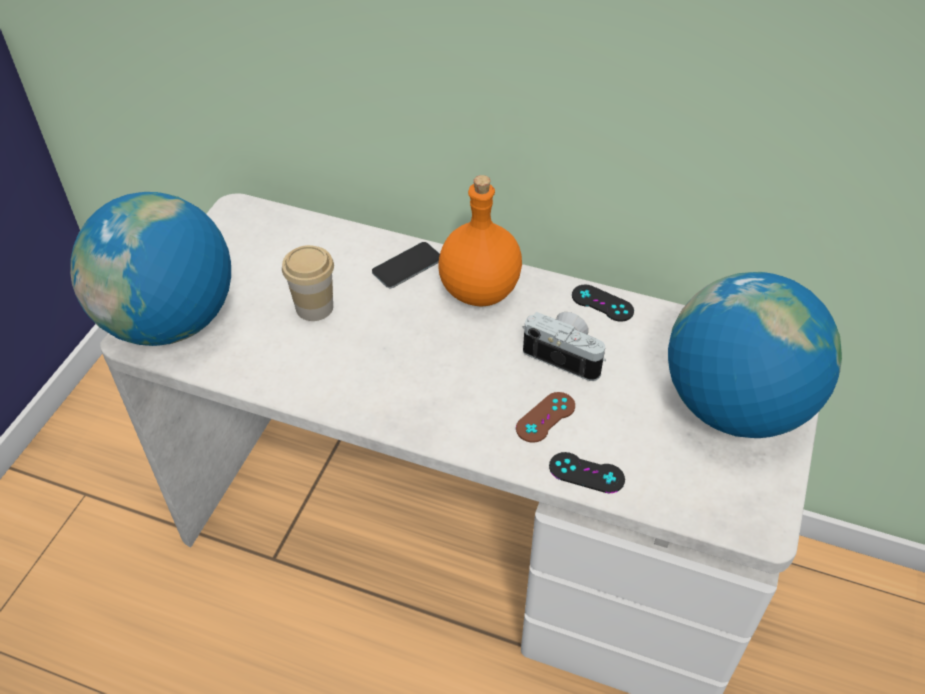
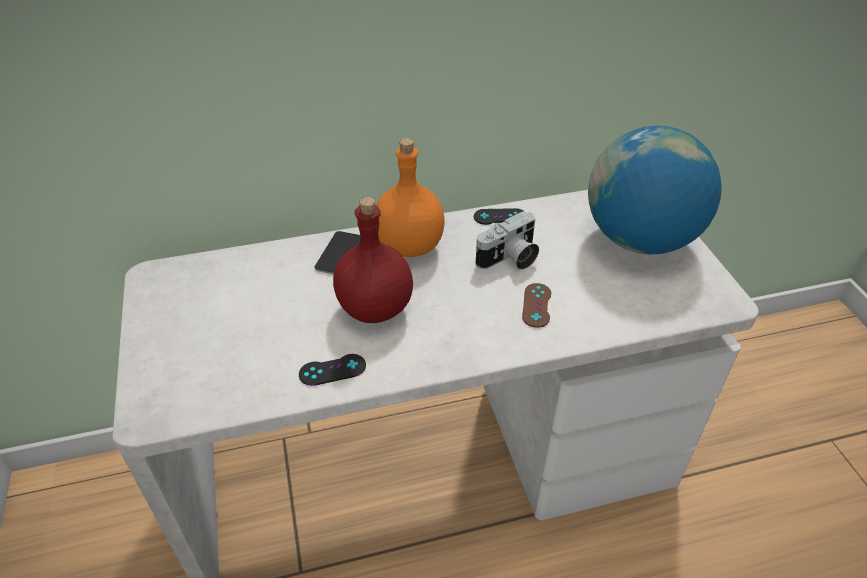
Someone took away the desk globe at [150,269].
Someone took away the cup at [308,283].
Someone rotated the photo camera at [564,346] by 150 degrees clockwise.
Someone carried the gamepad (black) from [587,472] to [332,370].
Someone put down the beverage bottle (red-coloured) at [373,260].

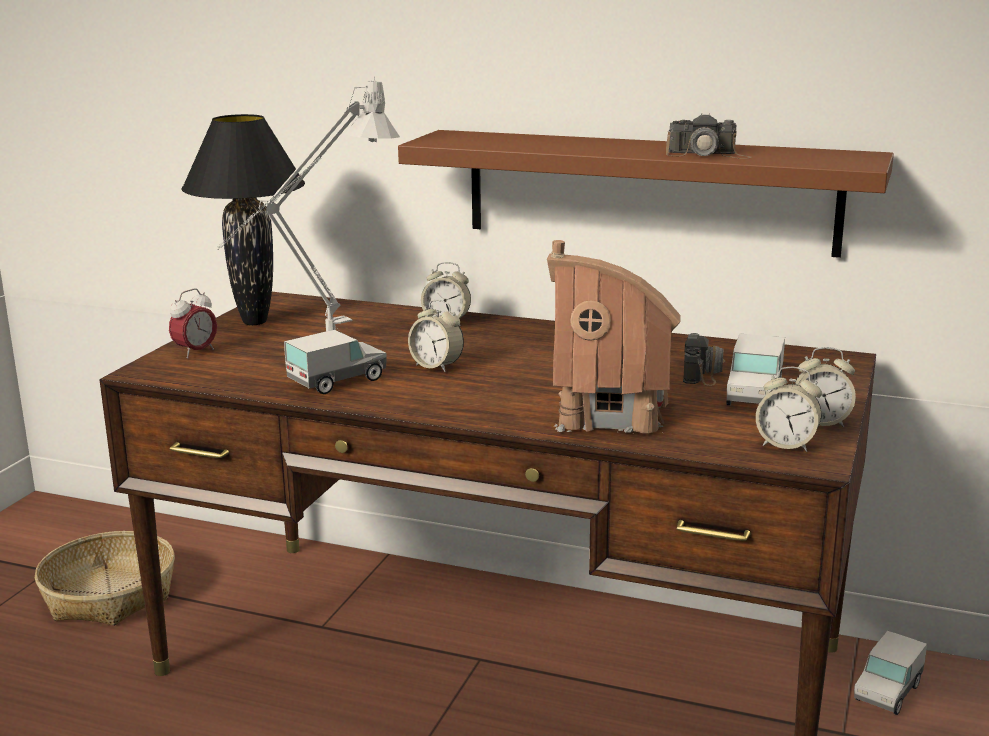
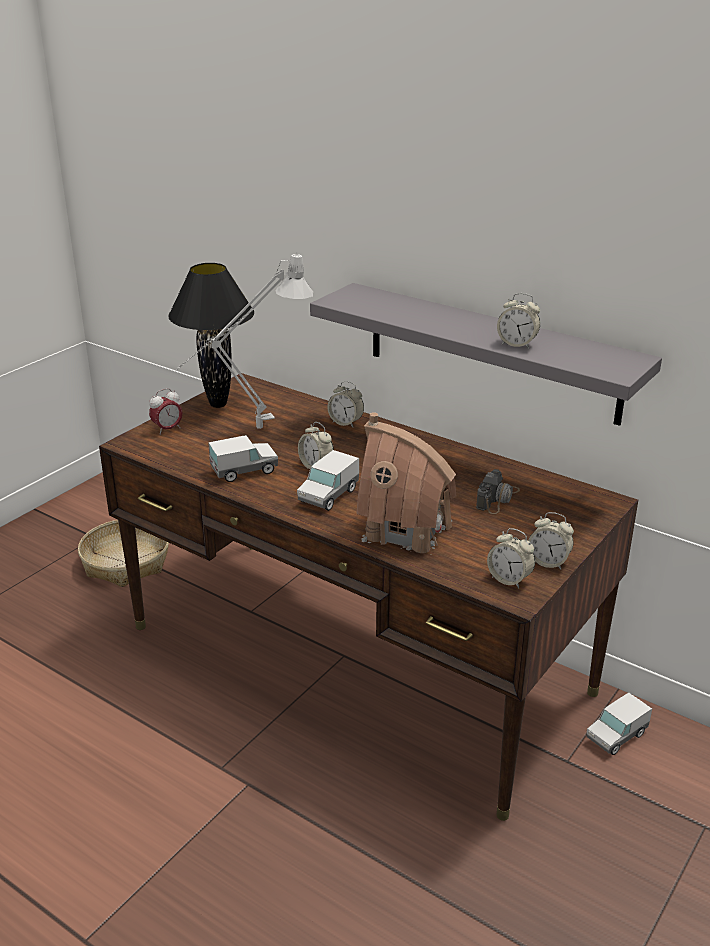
Someone repainted the bracket shelf (brown) at [646,194], which became the bracket shelf (greyish) at [486,354].
Someone swapped the photo camera at [708,136] for the table clock at [518,321].
Someone carried the toy lorry from [756,369] to [328,480].

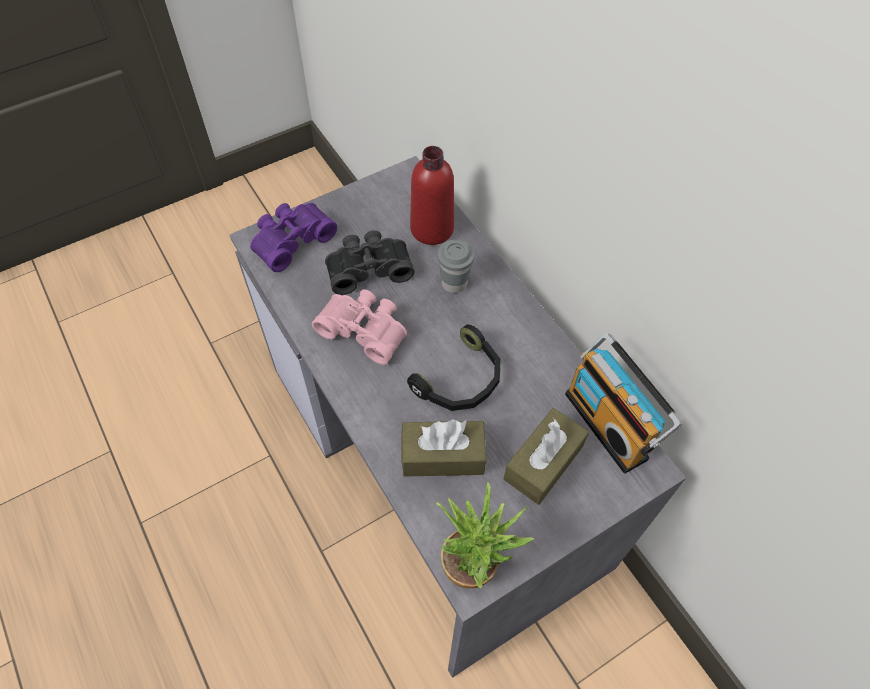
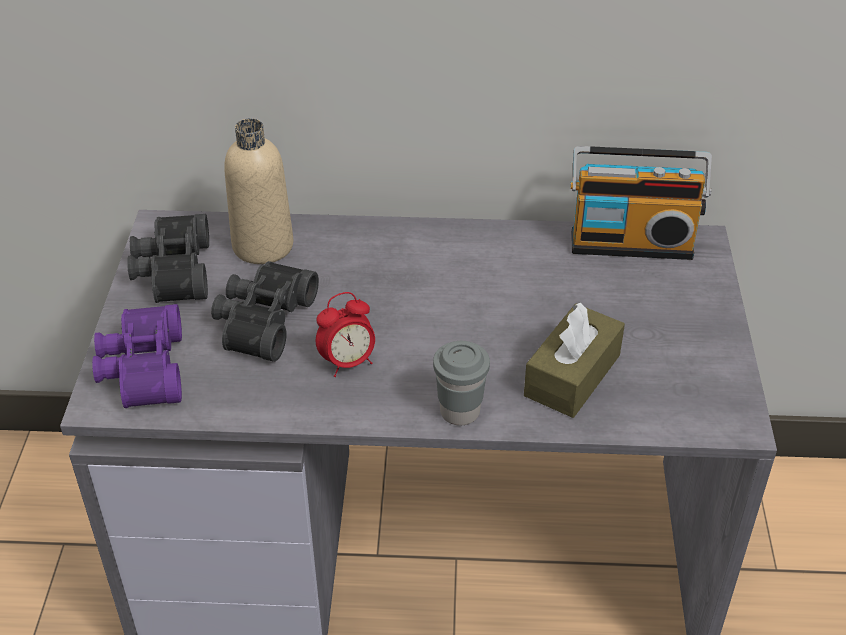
Someone swapped the pair of binoculars (pink-coloured) at [359,327] for the table clock at [345,334].
Someone took away the headset (black) at [453,367].
Someone repainted the beverage bottle (red-coloured) at [432,195], which became the beverage bottle (beige-coloured) at [258,191].
Someone took away the plant in a pot at [485,535].
Someone carried the cup (greyish) from [456,266] to [461,383].
Someone took away the box of tissues (brown) at [546,456].
Someone put down the pair of binoculars (black) at [168,258].

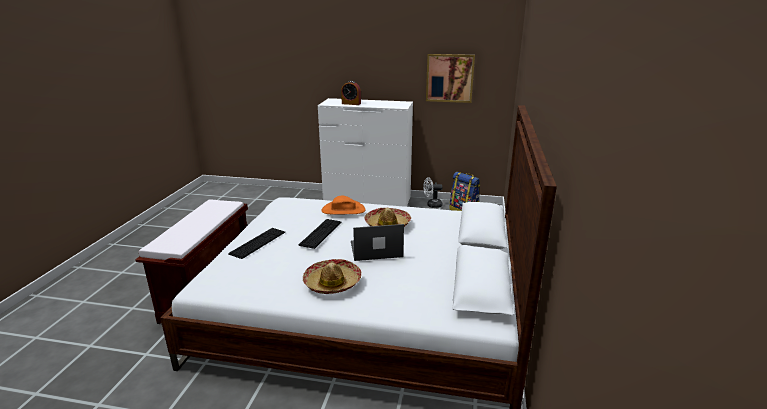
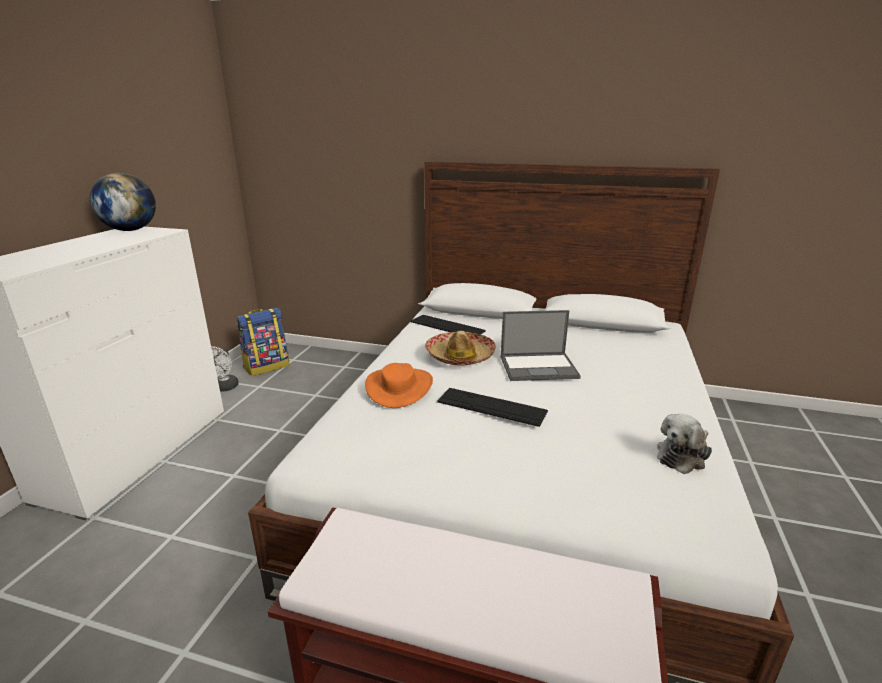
Someone carried the PC keyboard from [256,243] to [448,324].
Someone took away the wearable hat at [332,276].
Someone took away the table clock at [351,93].
Someone rotated the laptop at [377,242] by 90 degrees counterclockwise.
Someone took away the picture at [450,78].
Someone put down the desk globe at [123,202].
Someone put down the plush toy at [684,444].

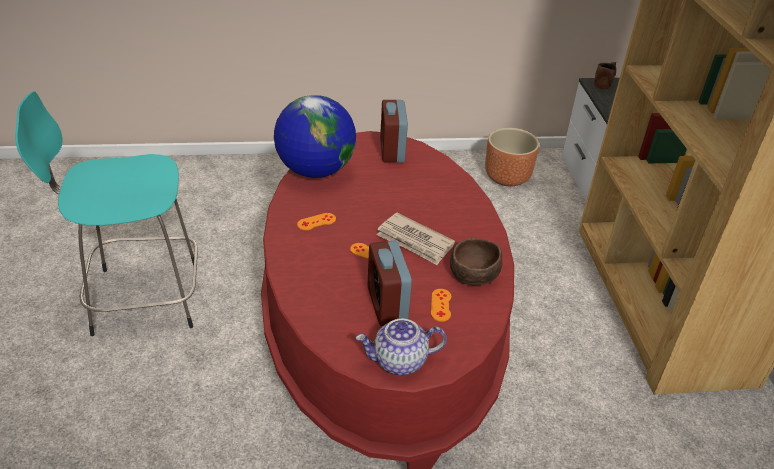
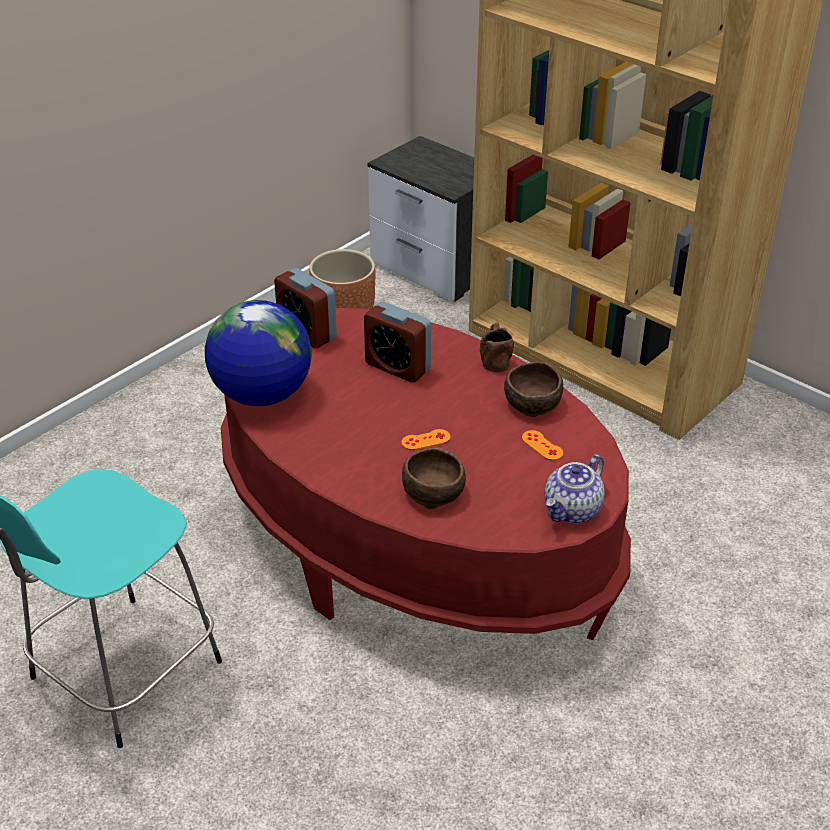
Someone took away the gamepad (orange-coloured) at [316,221].
Someone carried the table clock from [390,283] to [397,342].
Someone took away the newspaper at [415,239].
Someone carried the tea mug (brown) from [605,76] to [497,347].
Someone put down the deep dish (brown) at [434,478].

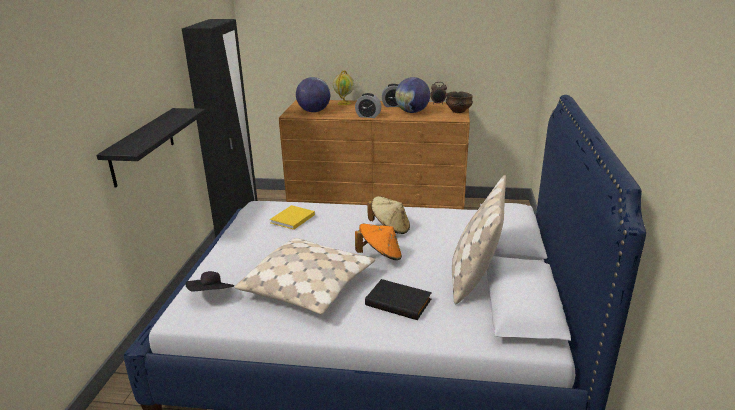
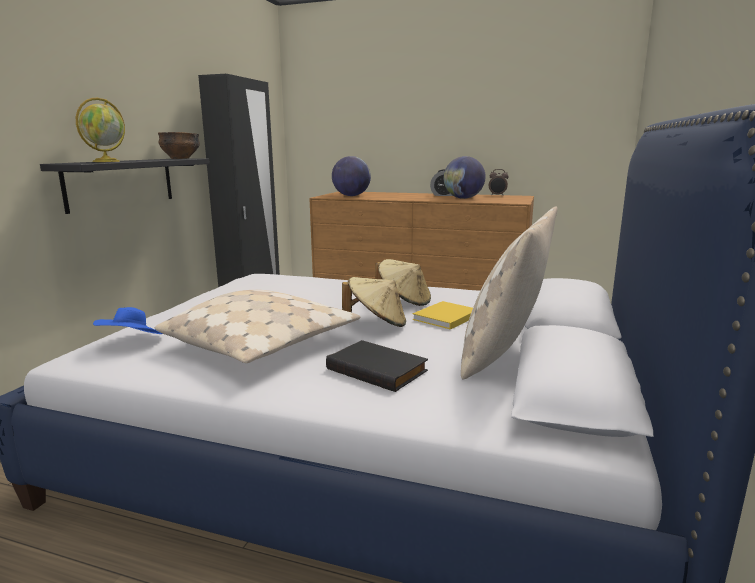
Someone repainted the wearable hat (black) at [209,281], which became the wearable hat (bluish) at [128,320].
Someone carried the book (yellow) from [292,217] to [442,315].
Someone carried the desk globe from [343,87] to [100,129].
Someone took away the table clock at [368,105].
Someone repainted the wearable hat (orange-coloured) at [378,242], which became the wearable hat (beige-coloured) at [374,302].
Someone carried the deep dish from [459,102] to [179,145].

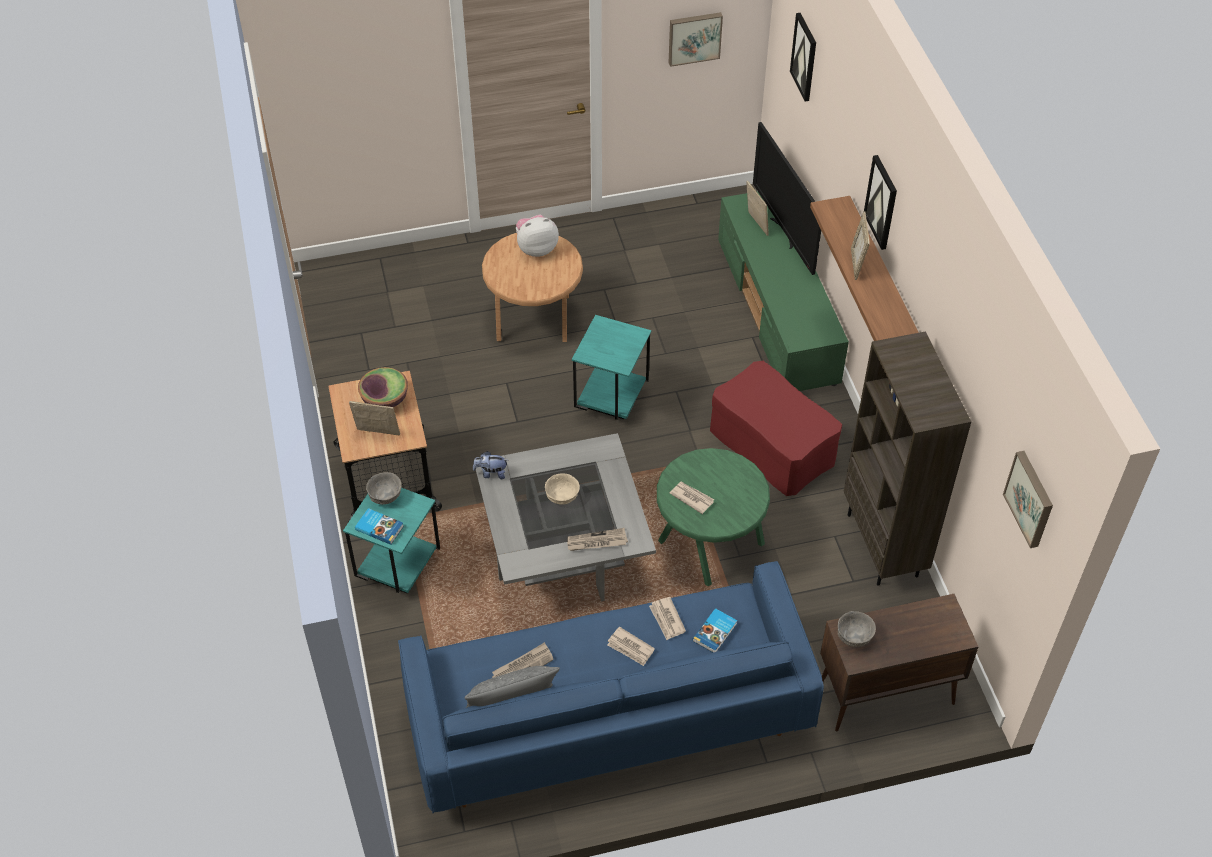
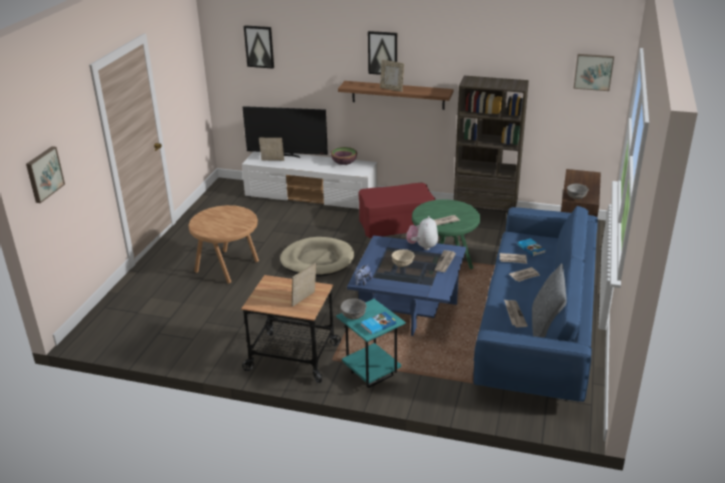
Someone carried the deep dish from [383,387] to [344,156].
Someone repainted the low table (greyish) at [566,517], which became the low table (bluish) at [406,285].
Someone carried the plush toy from [537,236] to [422,233].
Someone swapped the side table (turquoise) at [611,367] for the dog bed (beige-coloured) at [317,257].
Someone carried the picture from [695,39] to [45,174].
Someone repainted the tv unit (green) at [783,291], which became the tv unit (white-coloured) at [309,180].

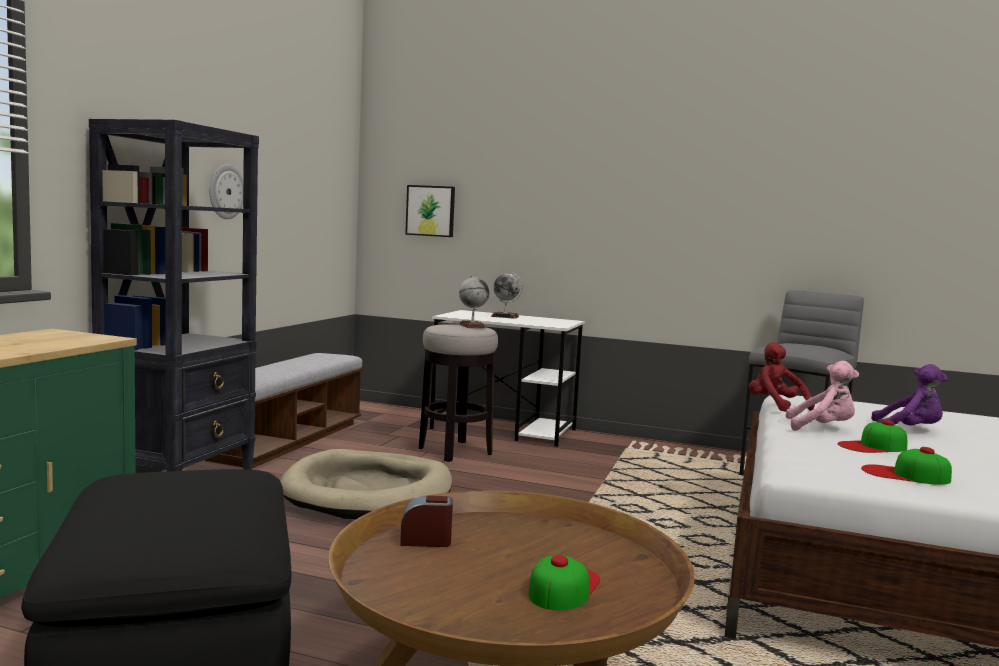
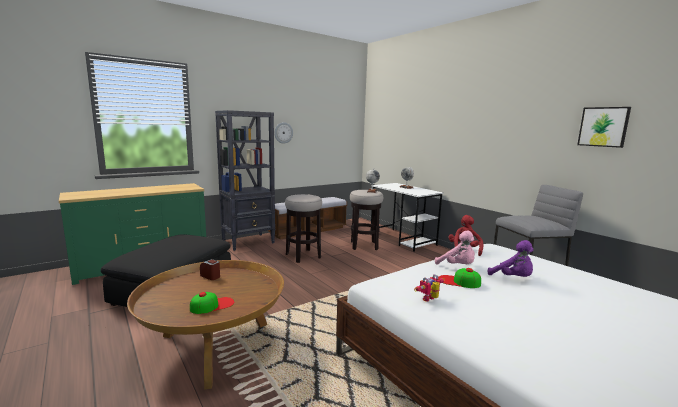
Someone swapped the dog bed (beige-coloured) at [366,484] for the sitting stool at [303,228].
Someone carried the picture from [430,211] to [604,127].
Someone swapped the cap at [906,466] for the robot figure at [429,287].

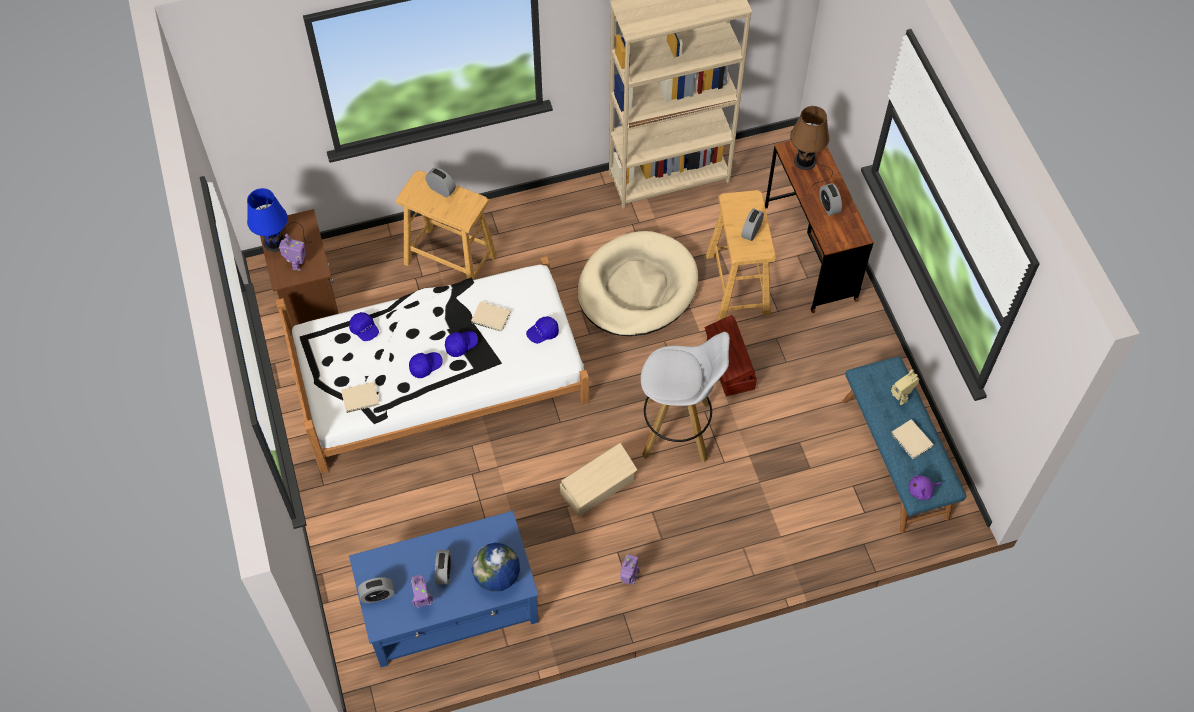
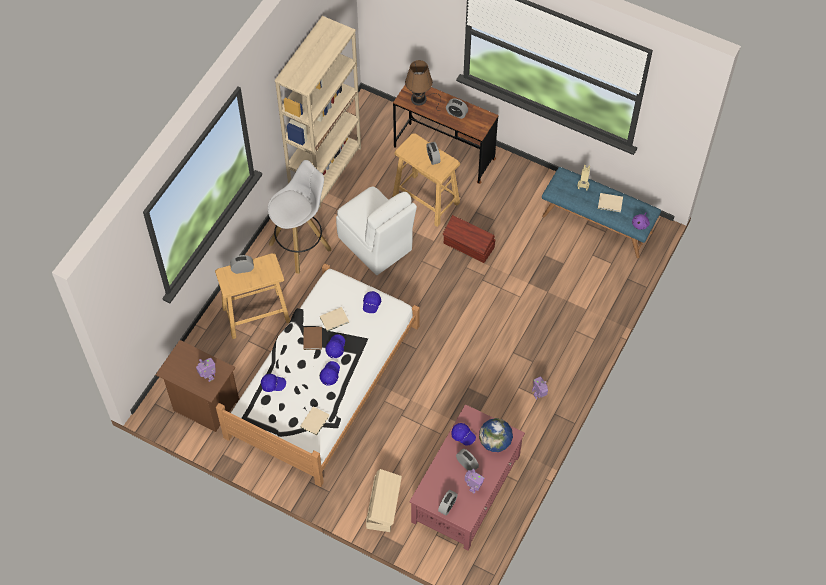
Someone took away the table lamp (bluish) at [279,220].
Someone repainted the low table (bluish) at [444,589], which became the low table (red-coloured) at [467,477].
Someone carried the storage box (beige-coloured) from [598,480] to [384,500].
Someone swapped the dog bed (beige-coloured) at [637,283] for the chair (white-coloured) at [376,231].
Someone carried the sitting stool (white-coloured) from [685,397] to [299,217].
Someone put down the book (brown) at [312,338].
Someone put down the cap (bluish) at [463,434].

